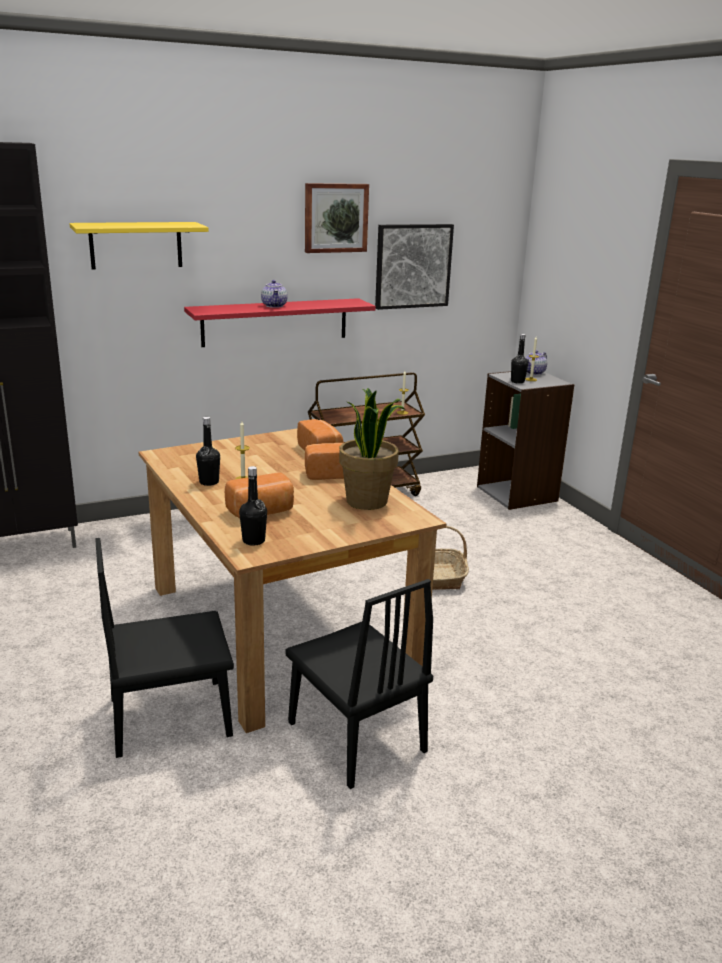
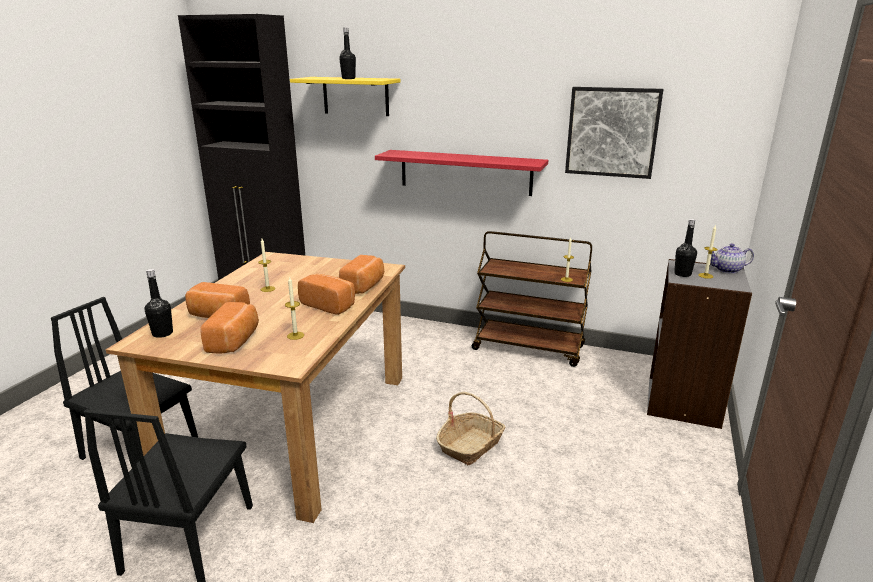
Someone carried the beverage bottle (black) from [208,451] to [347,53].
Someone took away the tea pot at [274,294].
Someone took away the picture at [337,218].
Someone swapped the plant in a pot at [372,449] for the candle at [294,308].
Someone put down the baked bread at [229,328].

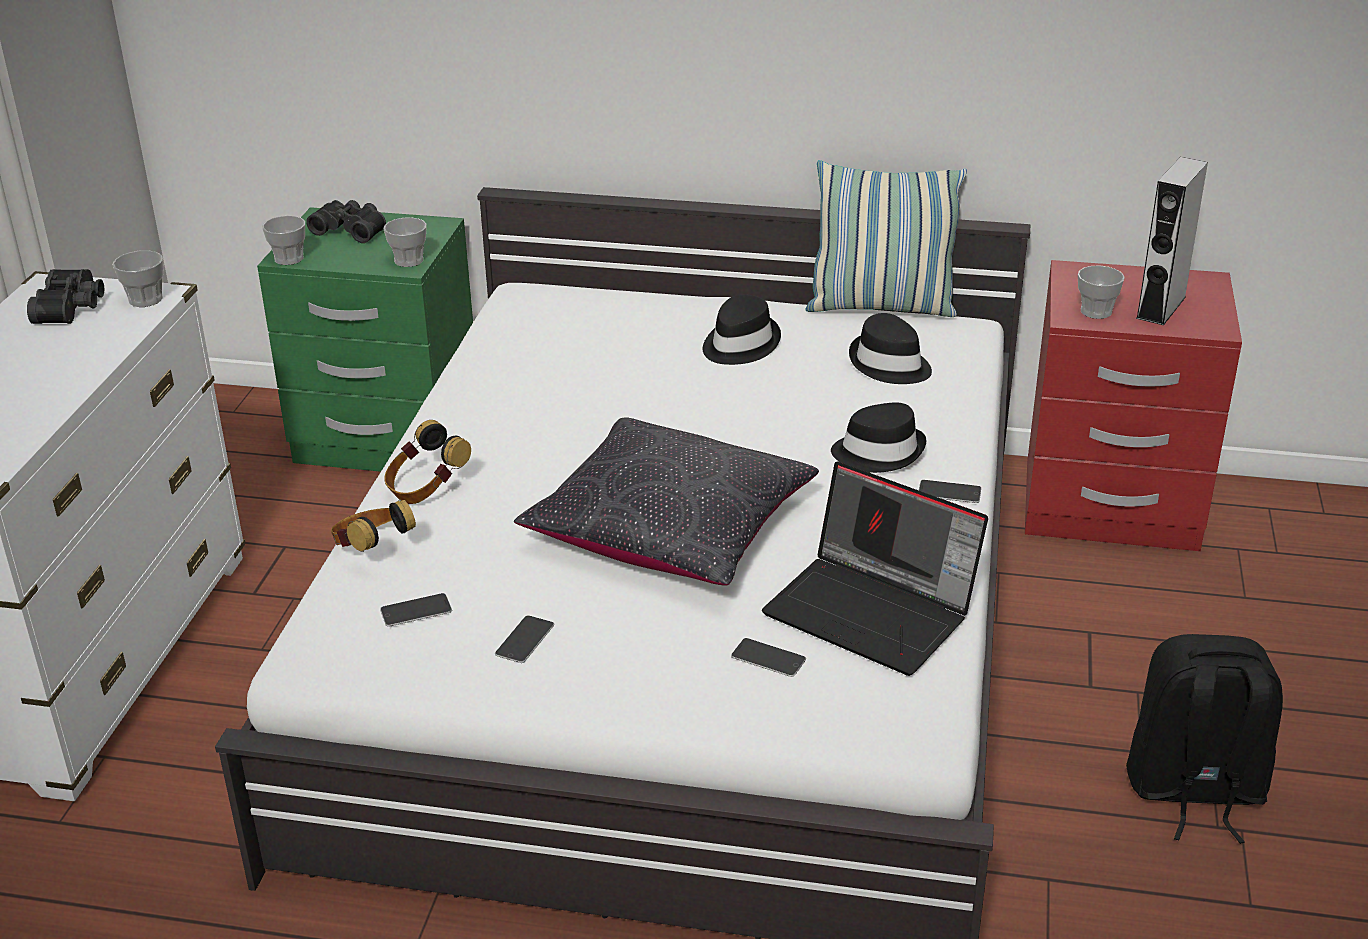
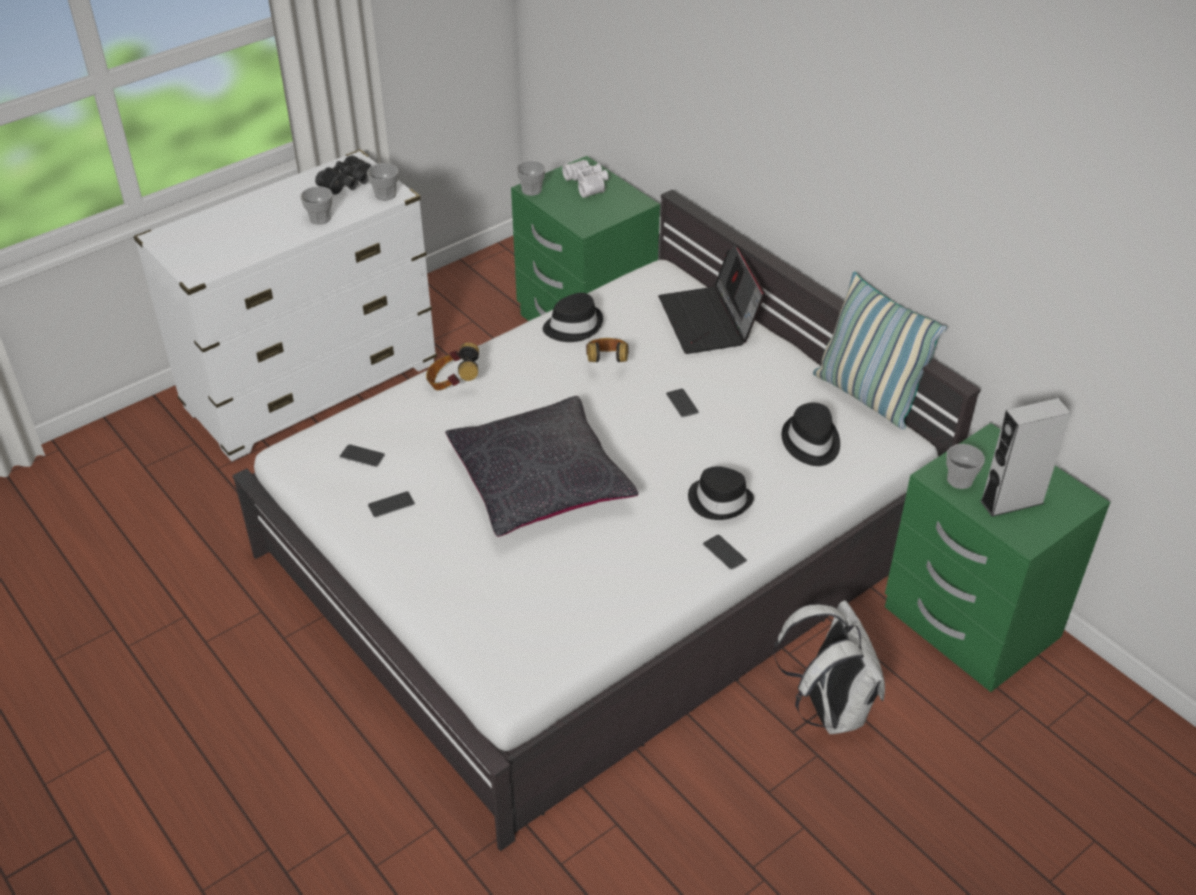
Someone repainted the pair of binoculars (black) at [346,221], which became the pair of binoculars (white-coloured) at [585,179].
Someone carried the headset from [373,525] to [607,350].
Someone carried the cup from [405,242] to [316,205].
Someone carried the wearable hat (black) from [742,330] to [573,317].
Someone carried the handset from [768,657] to [682,403].
Someone carried the laptop from [875,569] to [711,299].
Someone repainted the nightstand (red-coloured) at [1133,405], which became the nightstand (green) at [997,557].
Someone took away the backpack (black) at [1204,739].
Someone put down the backpack (white-coloured) at [829,667].

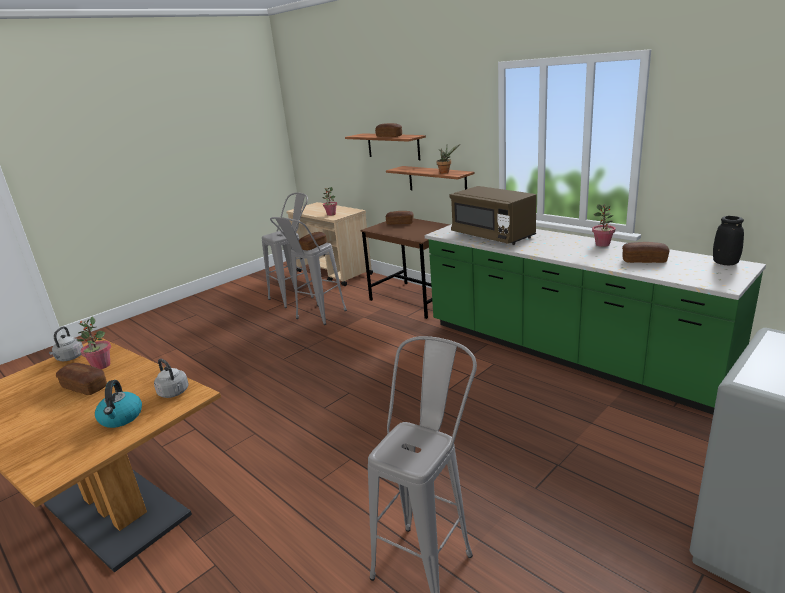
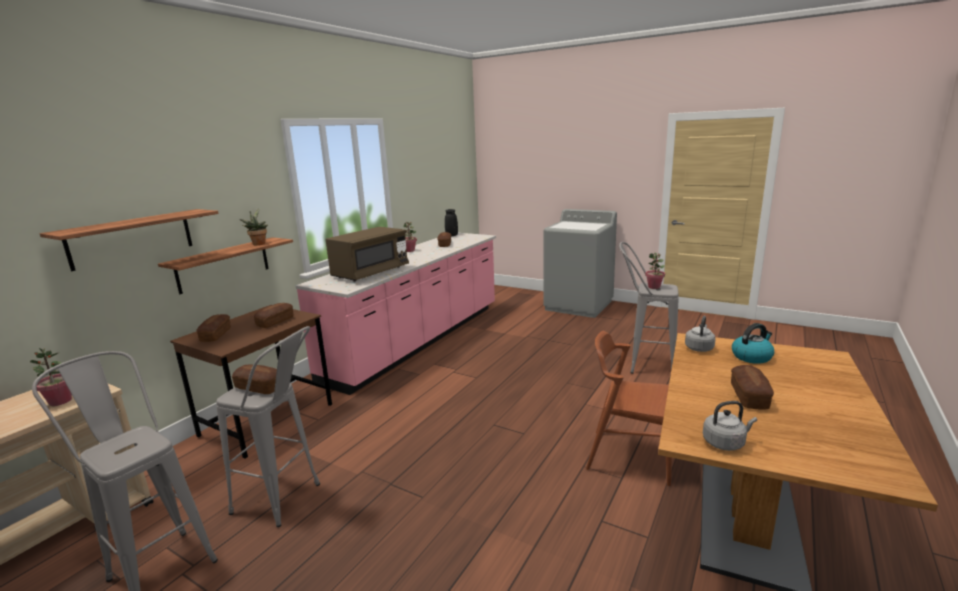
Someone carried the plant in a pot from [94,343] to [655,271].
Someone carried the baked bread from [388,130] to [274,315].
Someone repainted the kitchen counter (green) at [595,319], which became the kitchen counter (pink-coloured) at [396,314].
Someone put down the chair (brown) at [629,408].

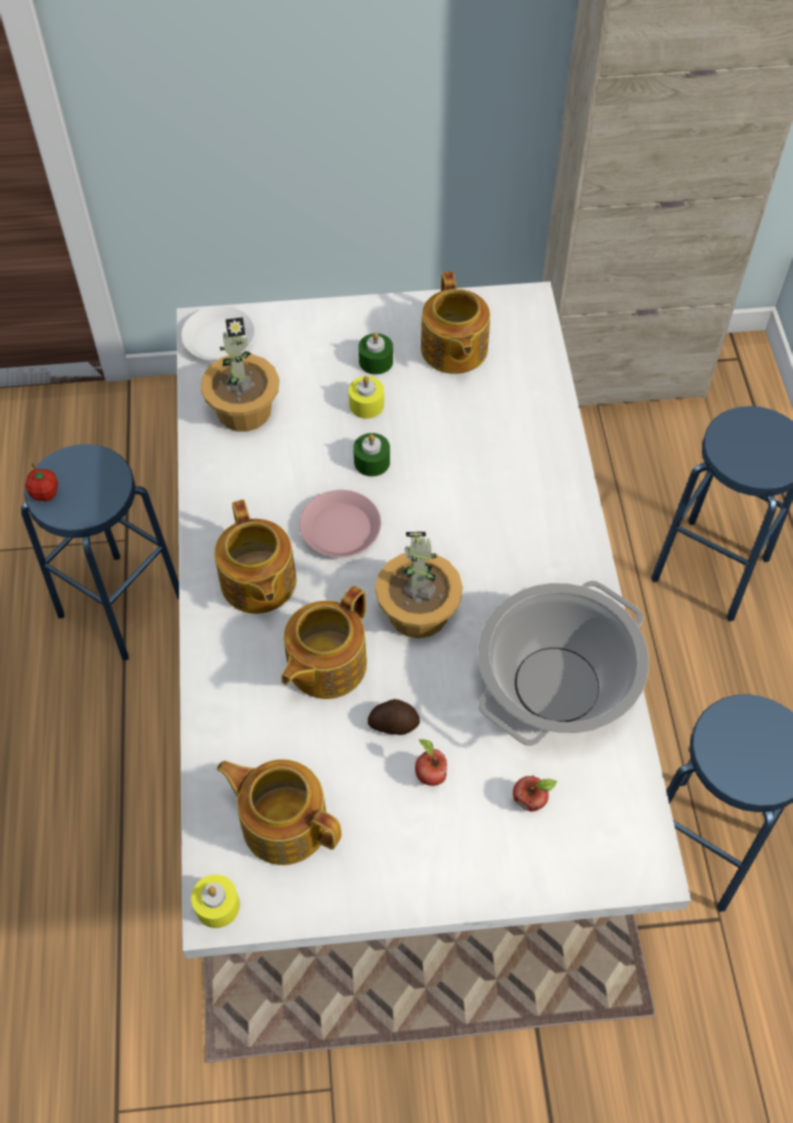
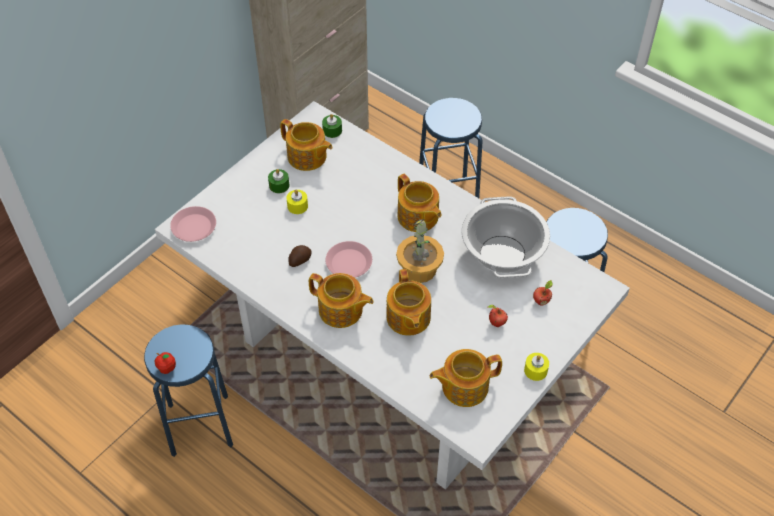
Someone repainted the dinner plate (white-coloured) at [218,333], which became the dinner plate (pink-coloured) at [193,224].
Someone carried the candle (yellow) from [215,901] to [536,367].
Someone took away the plant in a pot at [240,374].
Someone carried the candle (green) from [371,455] to [332,126].
Someone carried the spud from [394,717] to [300,256].
Someone put down the tea pot at [420,203].

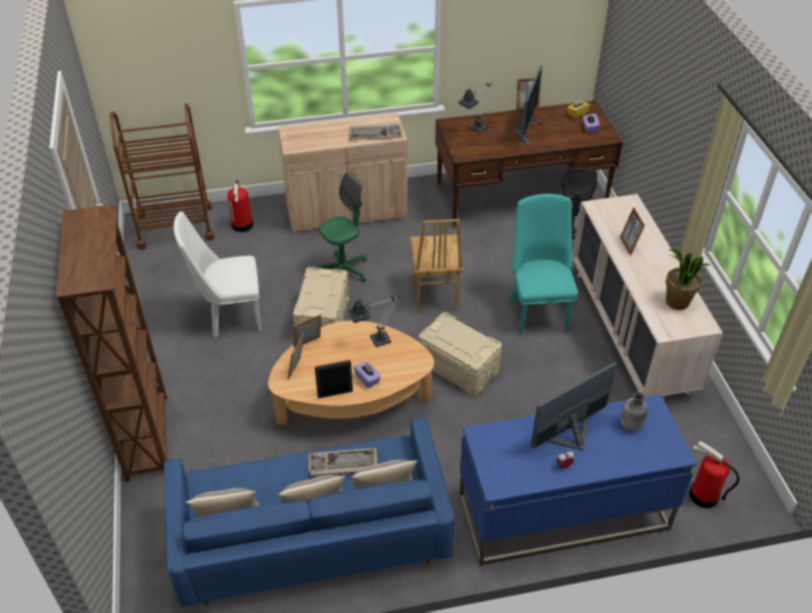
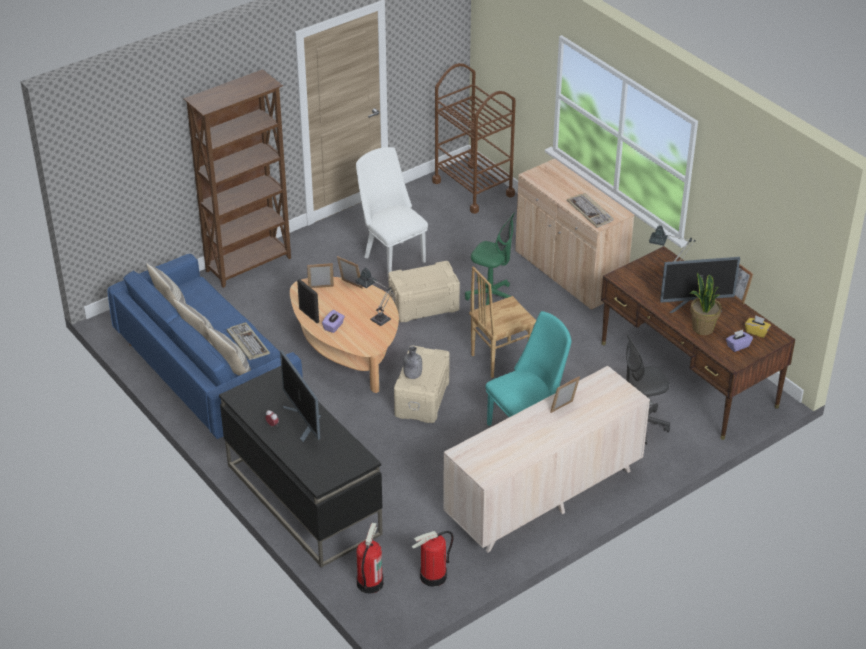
Someone carried the fire-fighting cylinder from [240,206] to [433,559].
Someone repainted the desk table (bluish) at [578,480], which became the desk table (black) at [301,467].
Someone rotated the computer screen at [574,406] by 150 degrees counterclockwise.
Someone carried the beverage bottle (greyish) from [634,411] to [412,362].
Someone carried the plant in a pot from [688,279] to [705,303].

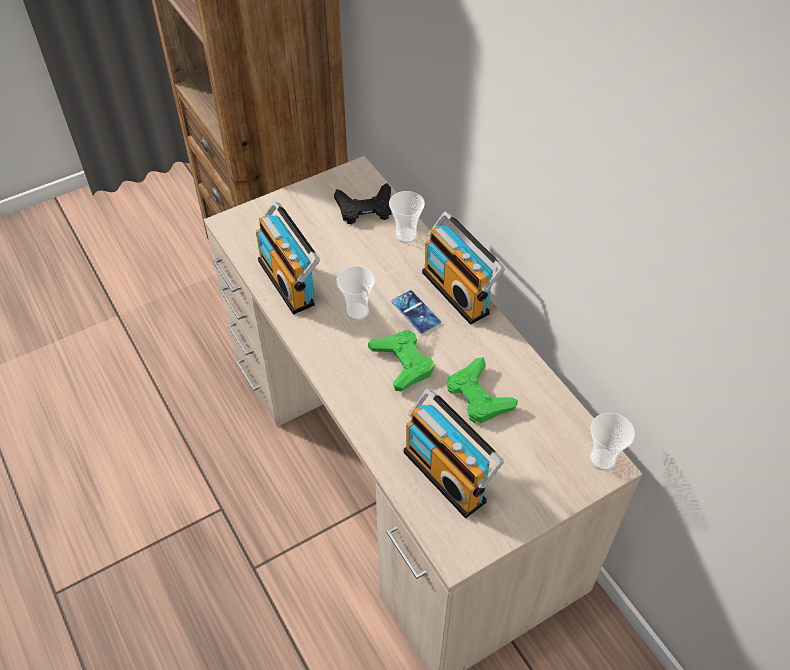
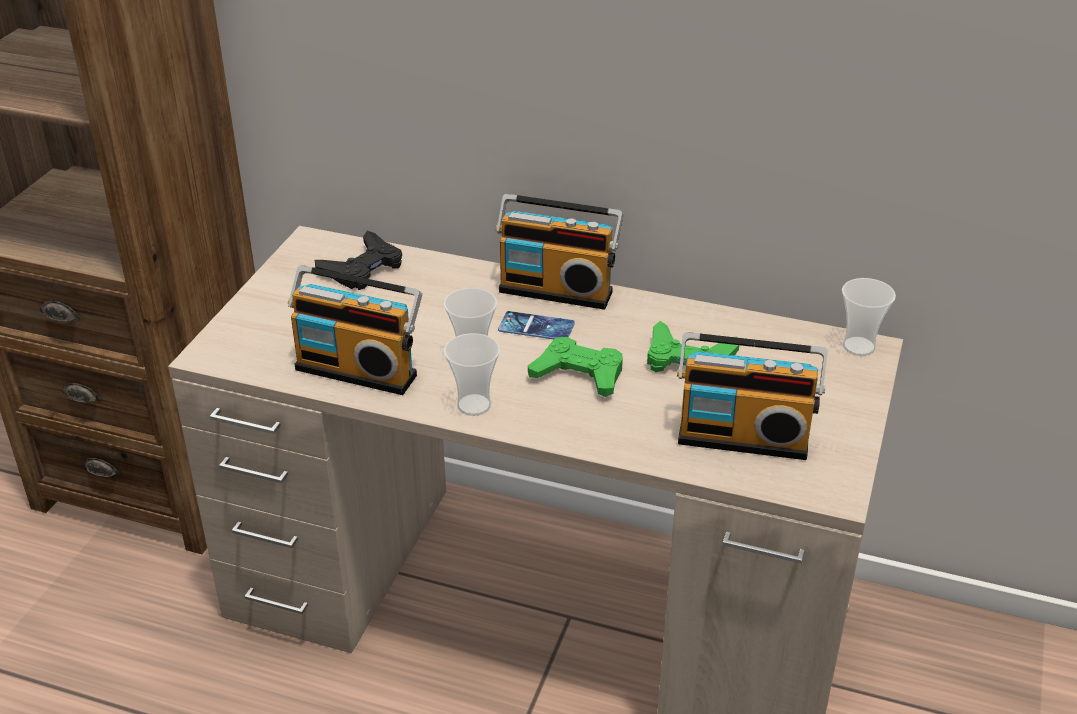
Someone carried the cup from [407,217] to [472,374].

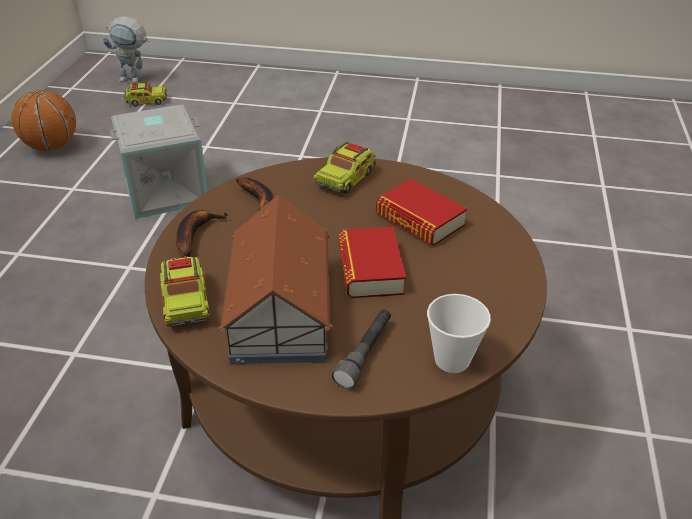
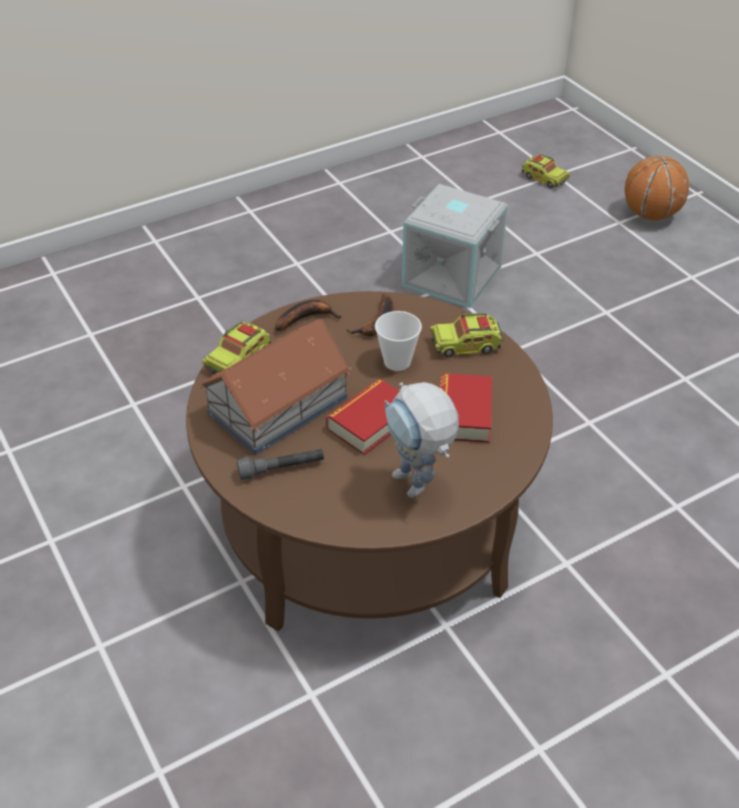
Someone carried the basketball from [43,120] to [656,188].
Someone carried the robot figure from [126,49] to [421,440].
Someone carried the cup from [459,333] to [398,341].

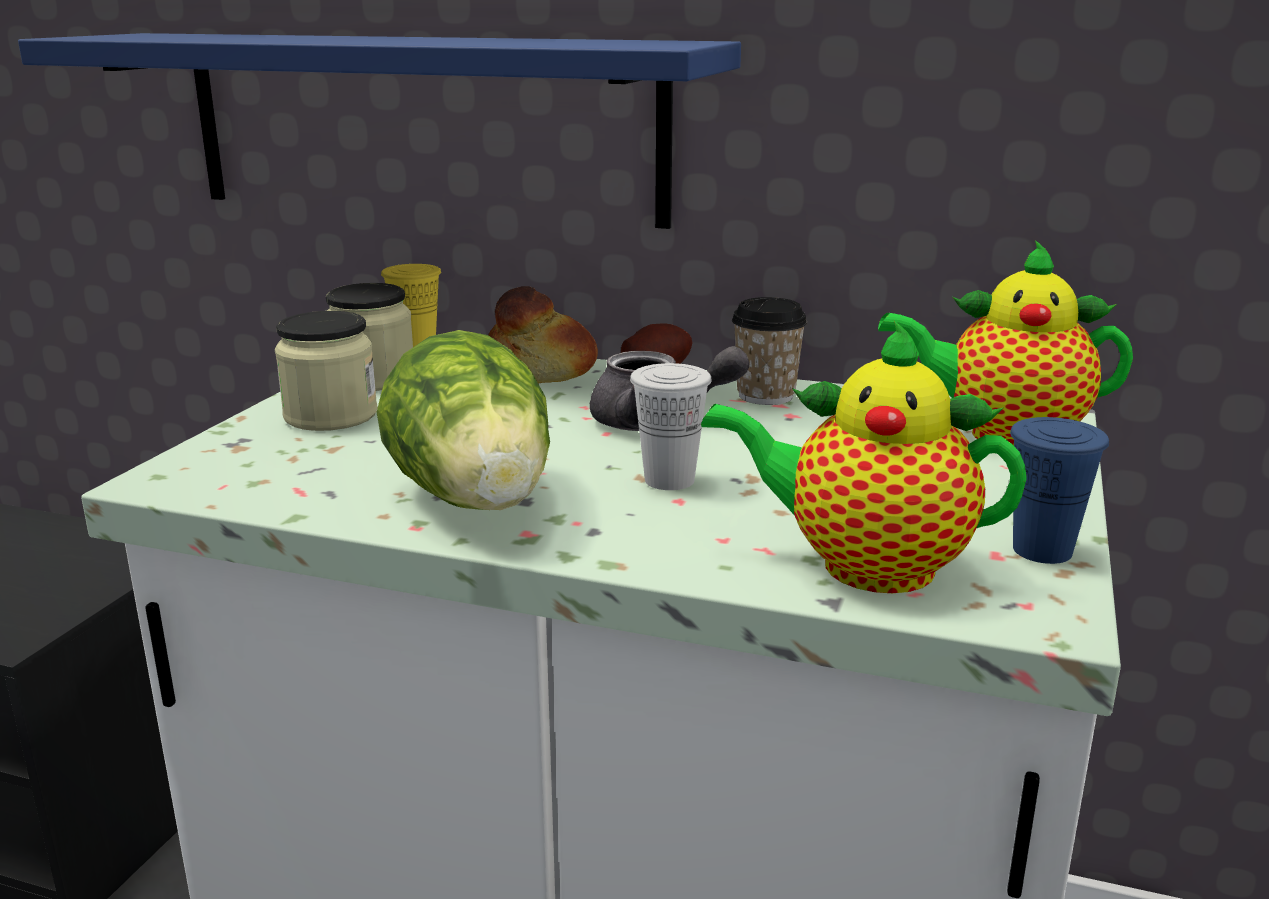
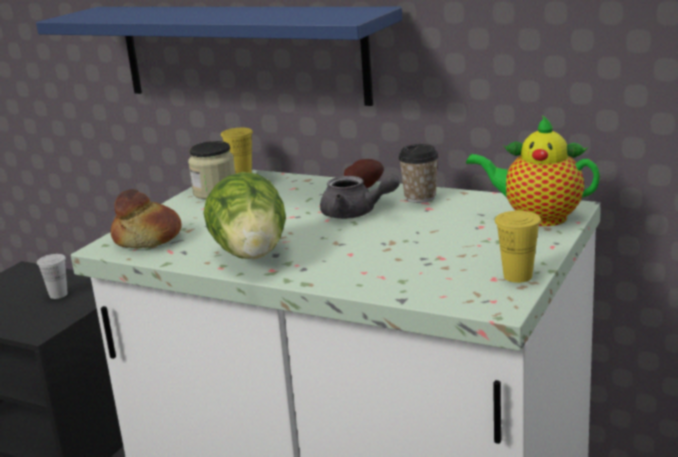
Someone took away the preserve jar at [326,371].
Someone carried the baked bread from [543,334] to [146,218].
Someone carried the cup (white-coloured) from [671,426] to [52,276].
Someone took away the tea pot at [864,457].
Someone repainted the cup (bluish) at [1059,490], which became the cup (yellow) at [518,247].

